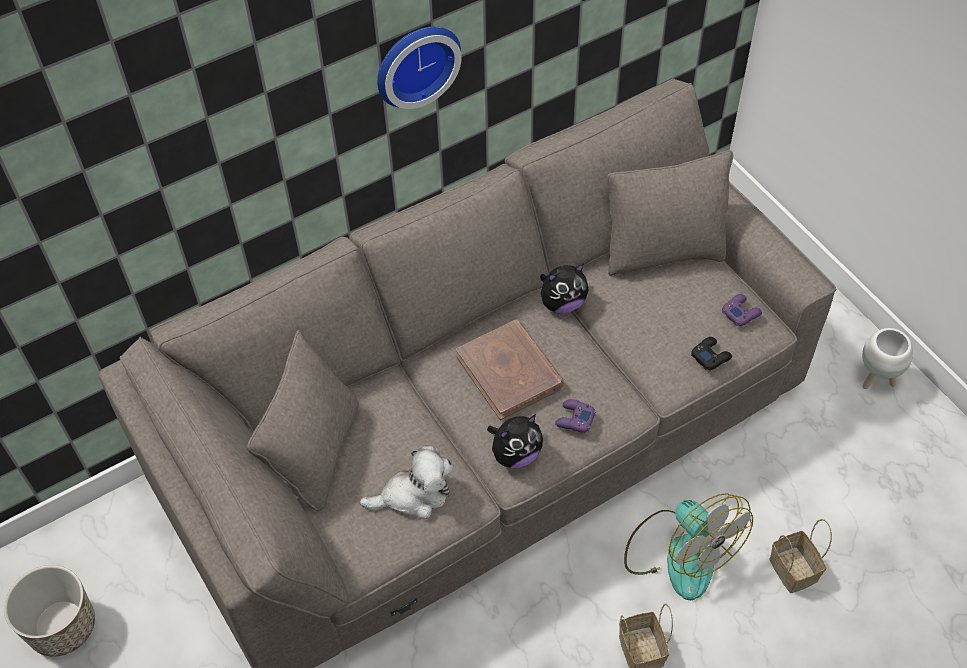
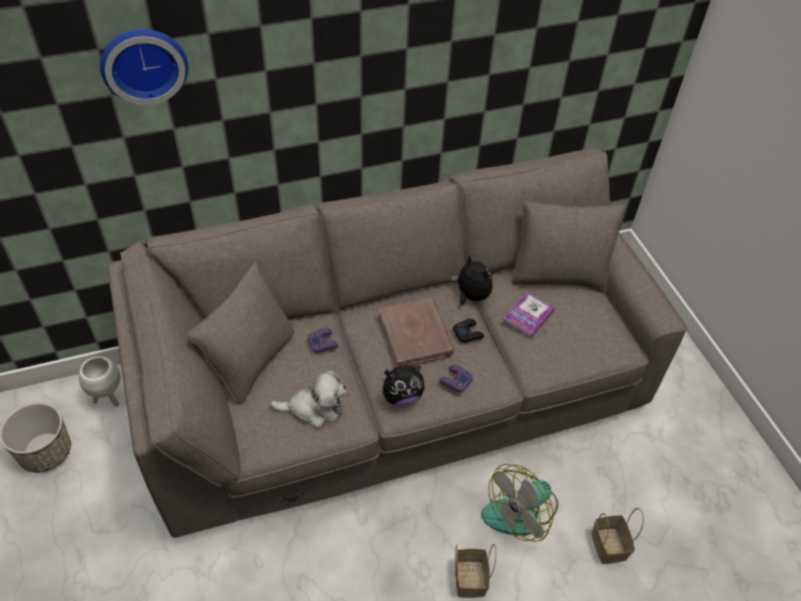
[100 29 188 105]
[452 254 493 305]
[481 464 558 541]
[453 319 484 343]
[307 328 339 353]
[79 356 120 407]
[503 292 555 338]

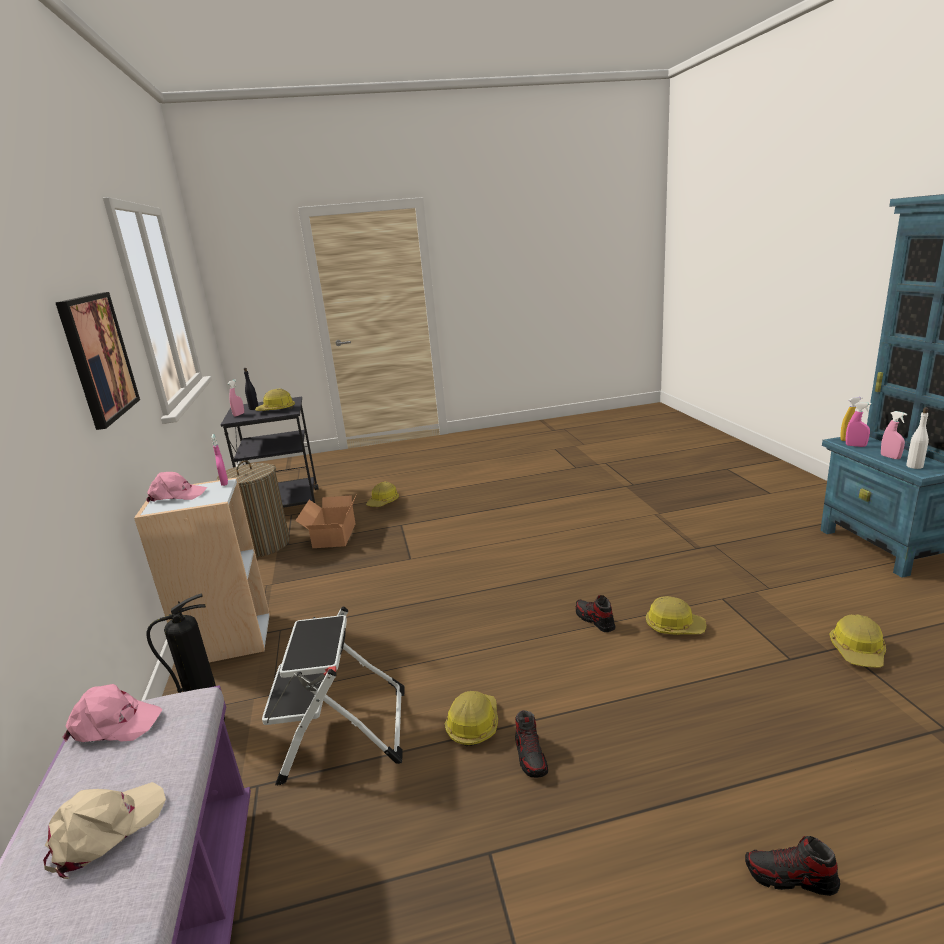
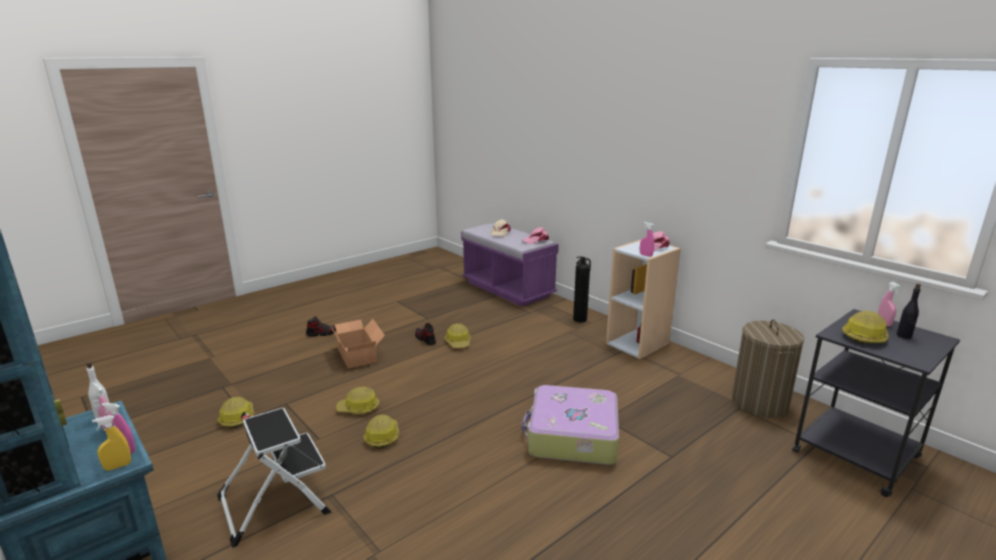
[55 292 140 430] (first image)
[217 408 331 547]
[330 319 385 369]
[363 415 399 449]
[576 595 616 632] (first image)
[521 385 619 465]

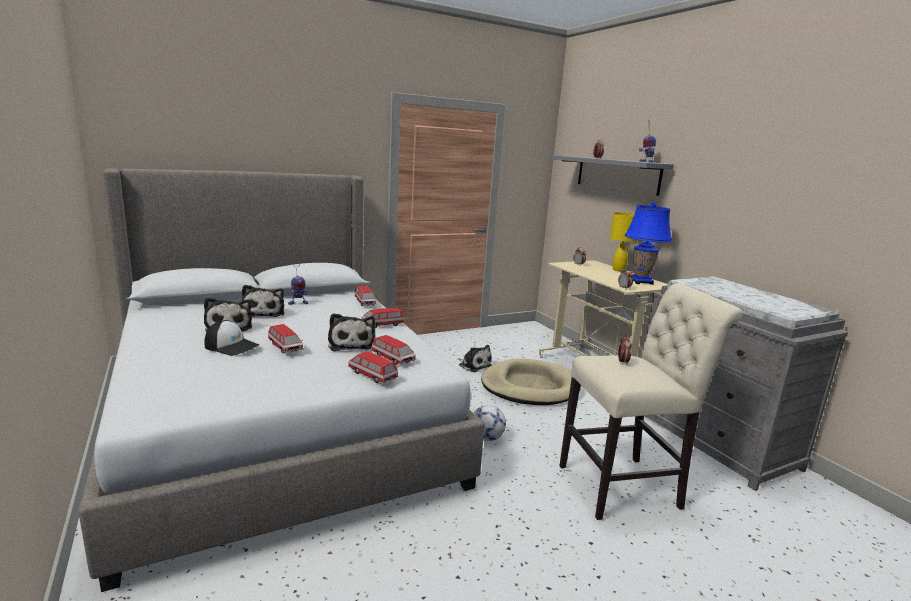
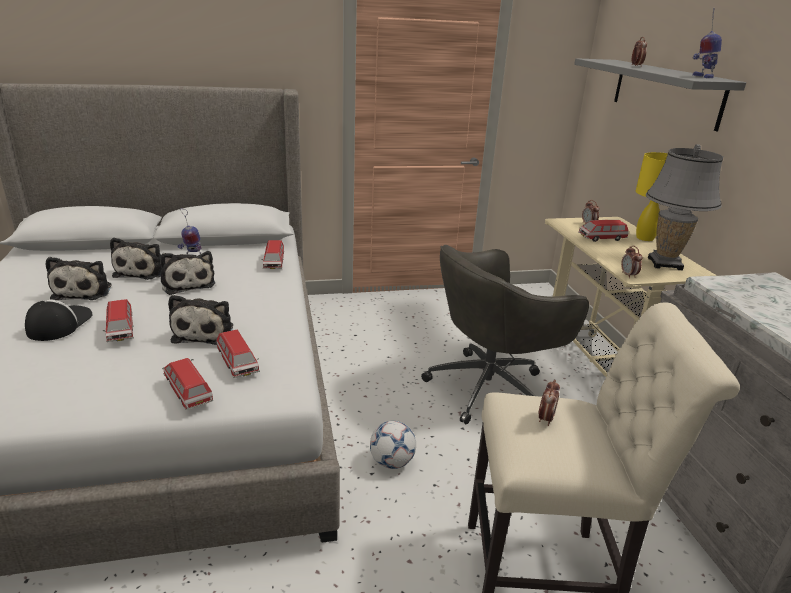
[25 299 92 341]
[578 220 629 242]
[160 251 215 295]
[421 245 589 425]
[646 144 723 271]

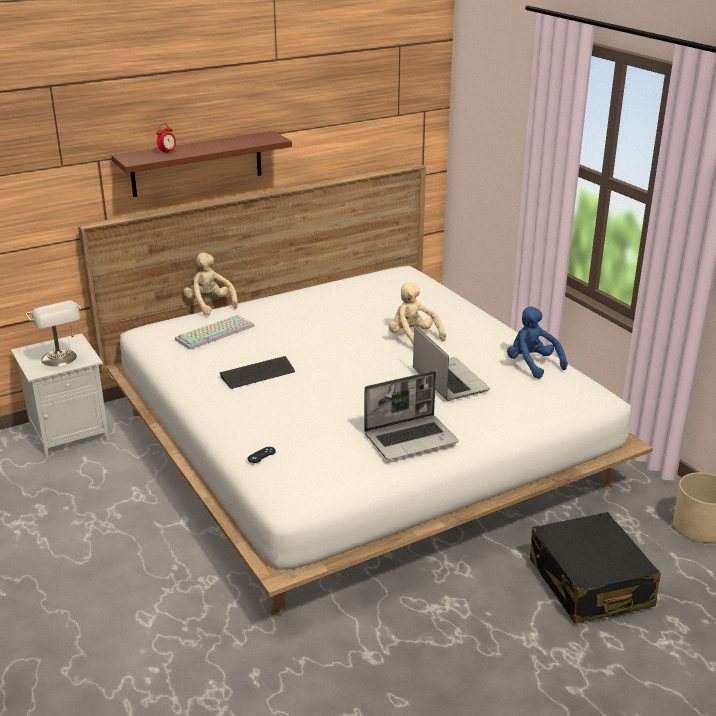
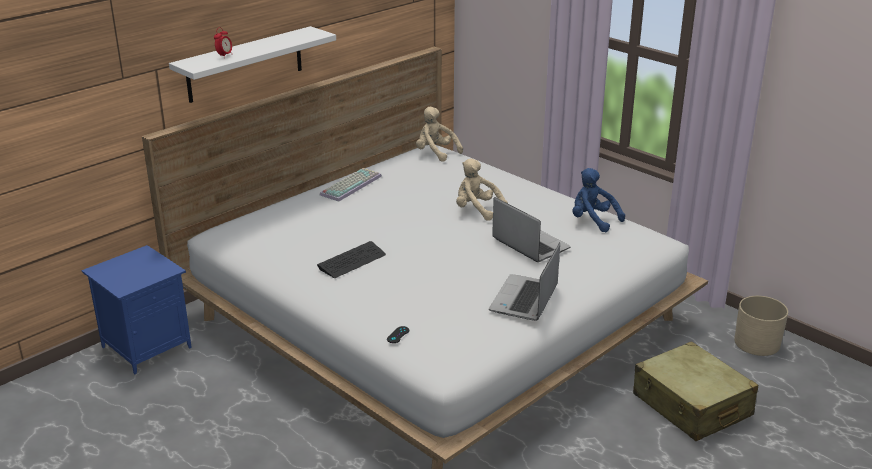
[81 245 192 374]
[25 300 82 366] (first image)
[169 26 336 103]
[320 168 382 202]
[416 107 463 162]
[489 242 560 321]
[633 341 758 441]

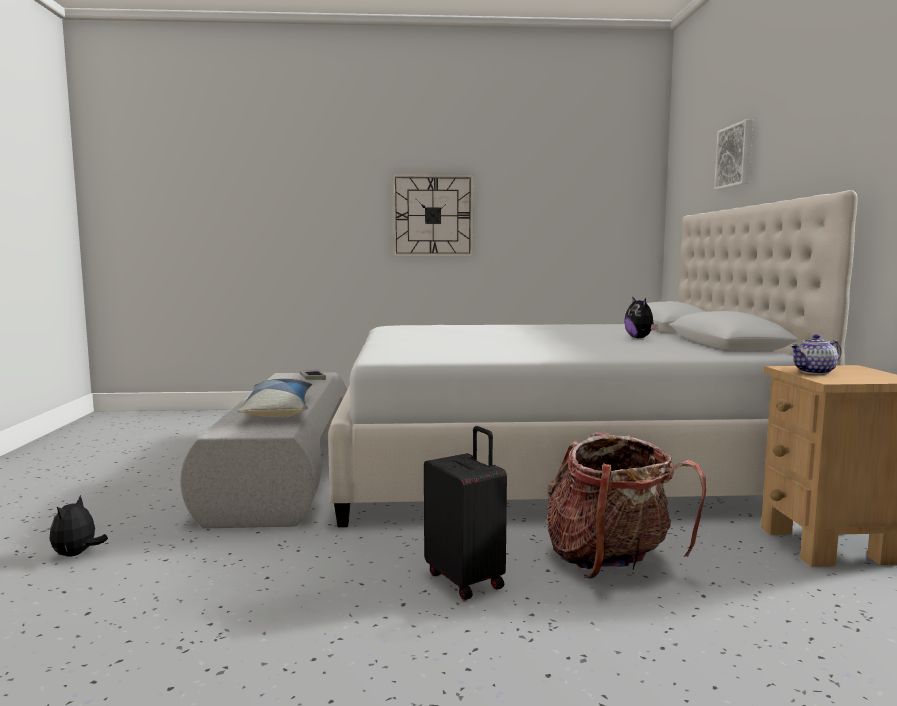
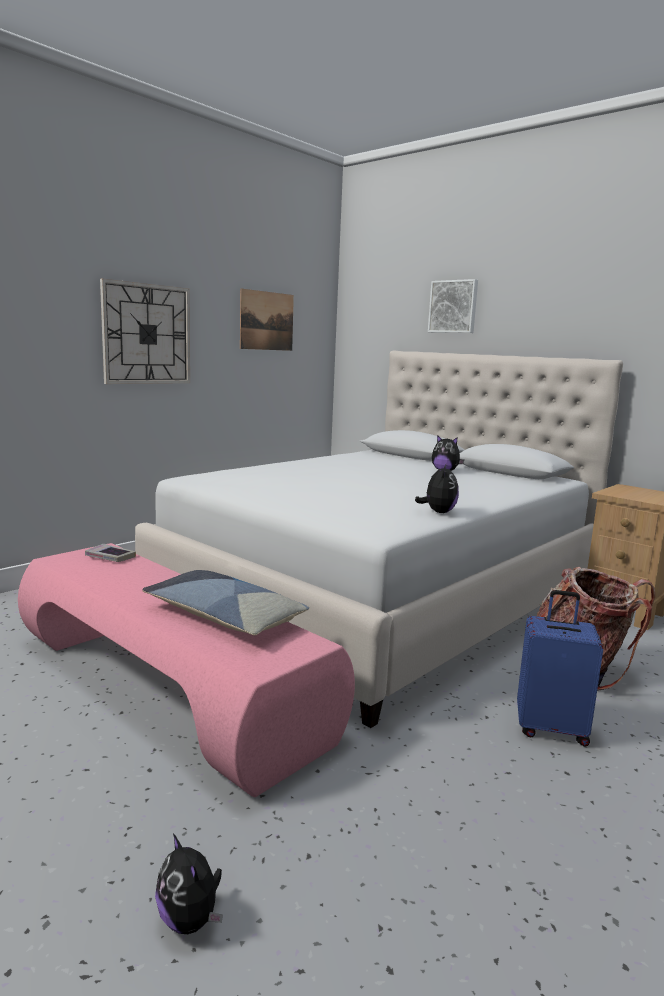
[18 543 355 797]
[517 590 604 747]
[790 334 841 374] (first image)
[240 289 294 351]
[415 463 459 513]

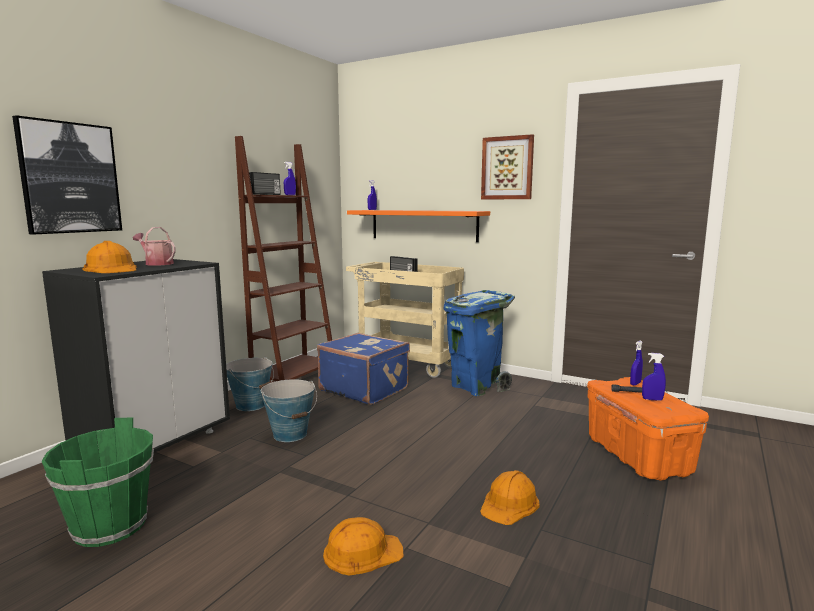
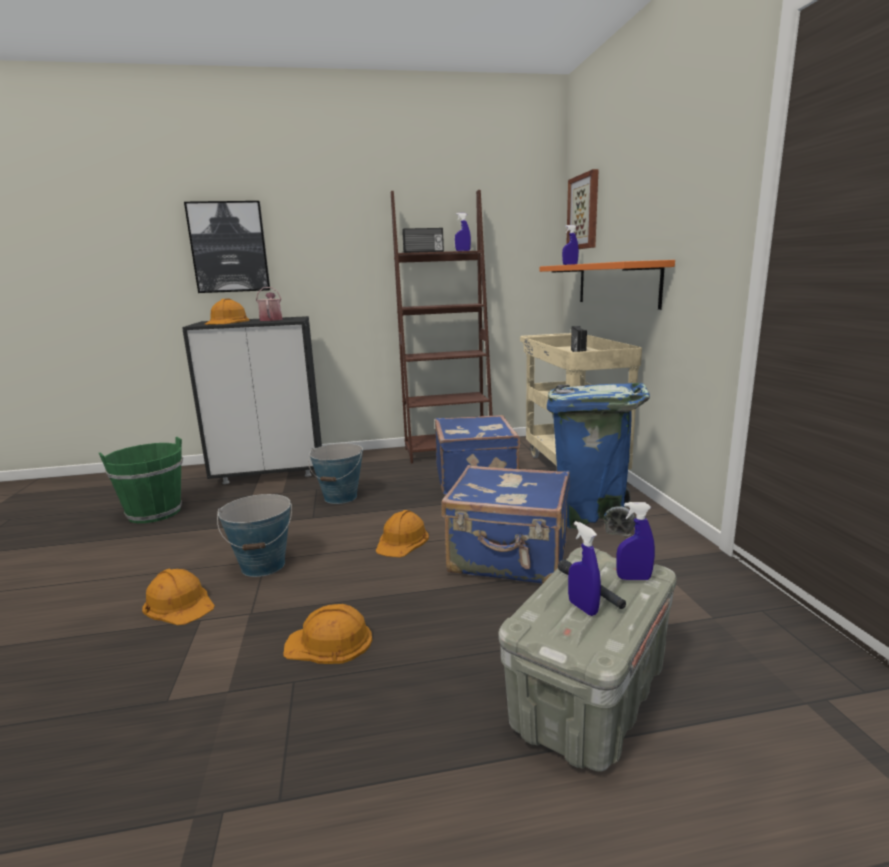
[217 494 292 577]
[566 169 599 249]
[498 547 677 772]
[376 510 429 557]
[441 465 570 584]

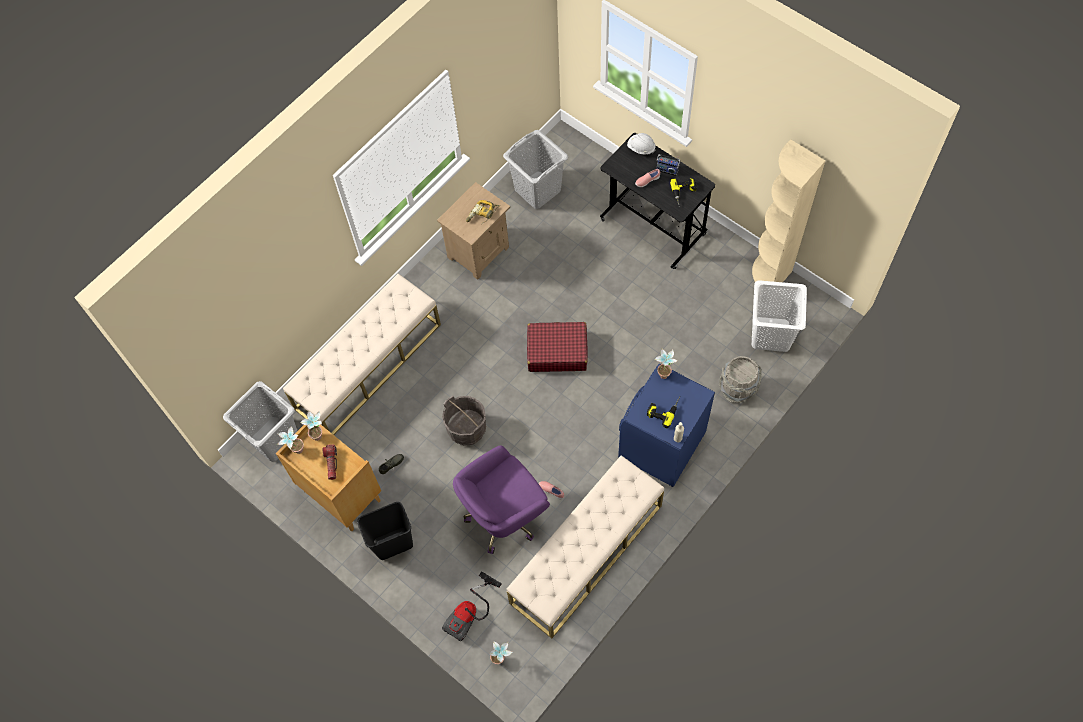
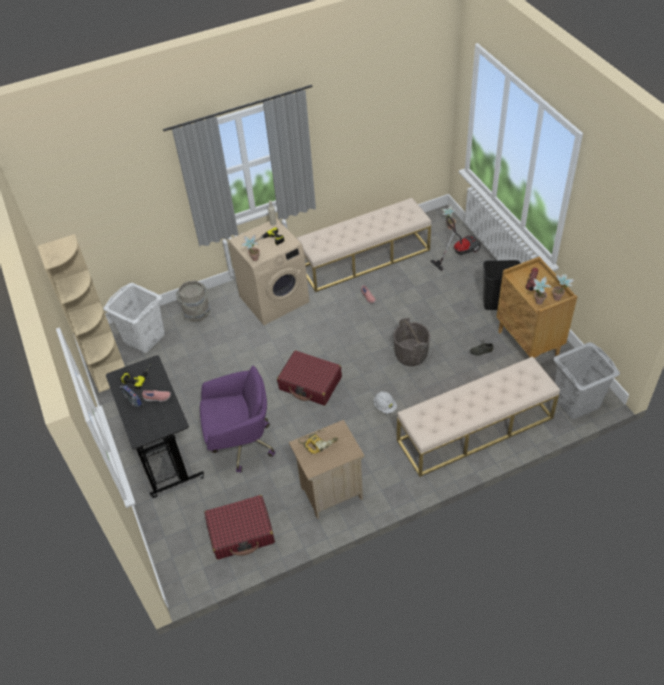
[200 366 275 472]
[204 495 275 559]
[228 218 309 325]
[373 391 397 414]

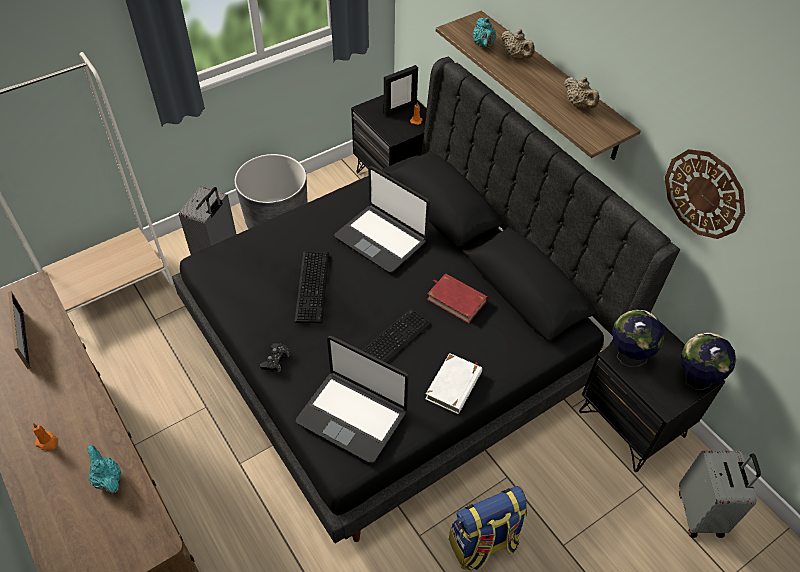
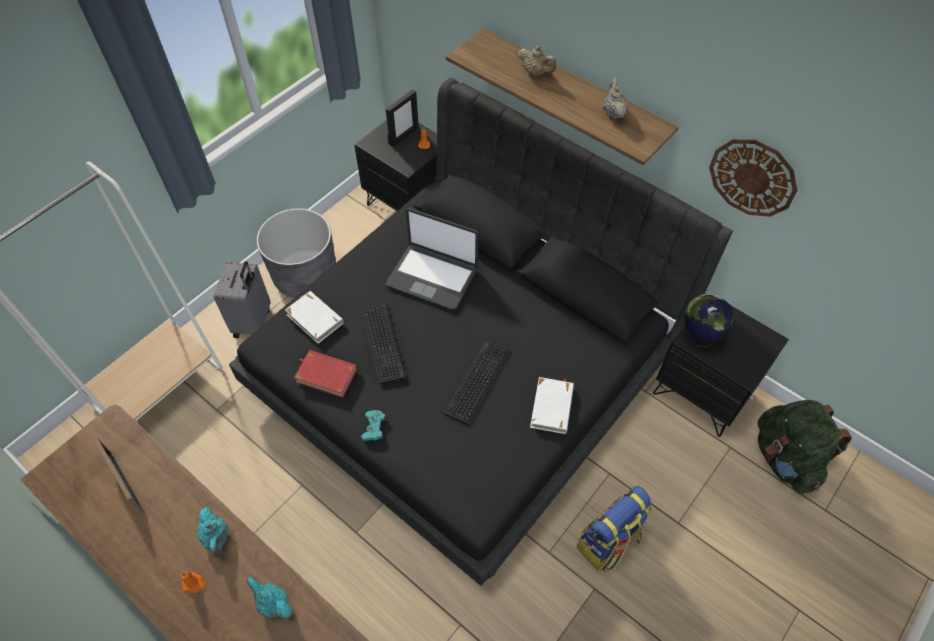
[361 410 386 441]
[296 336 409 463] (first image)
[294 350 357 398]
[197 507 229 558]
[603 78 628 119]
[758 400 852 494]
[681 333 736 390] (first image)
[285 291 344 344]

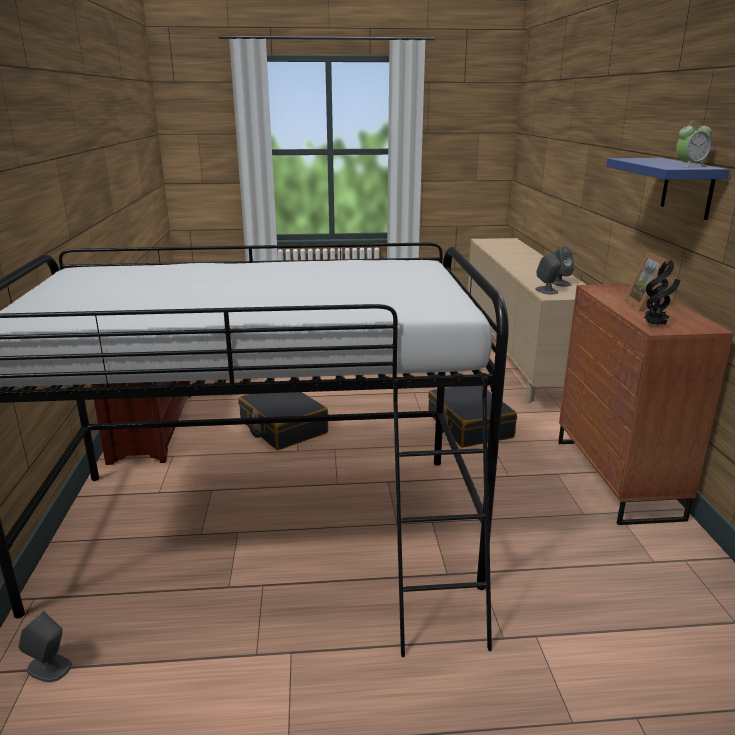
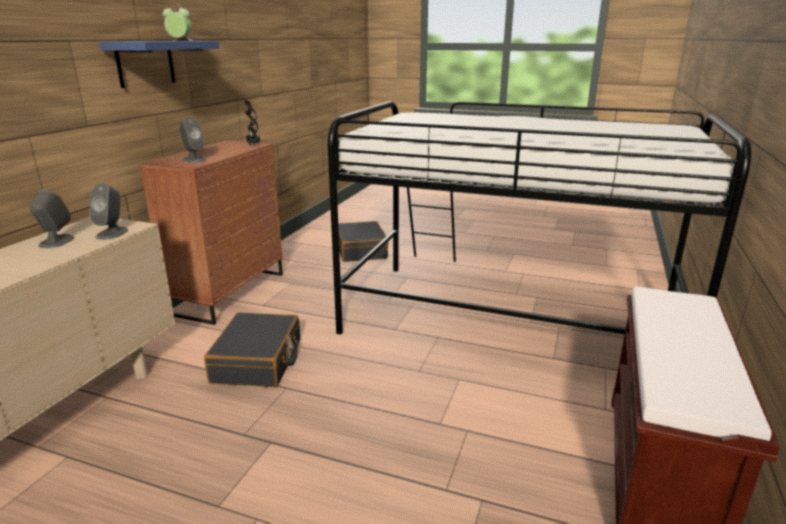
[179 117 206 163]
[338 221 389 262]
[624 252 669 311] (first image)

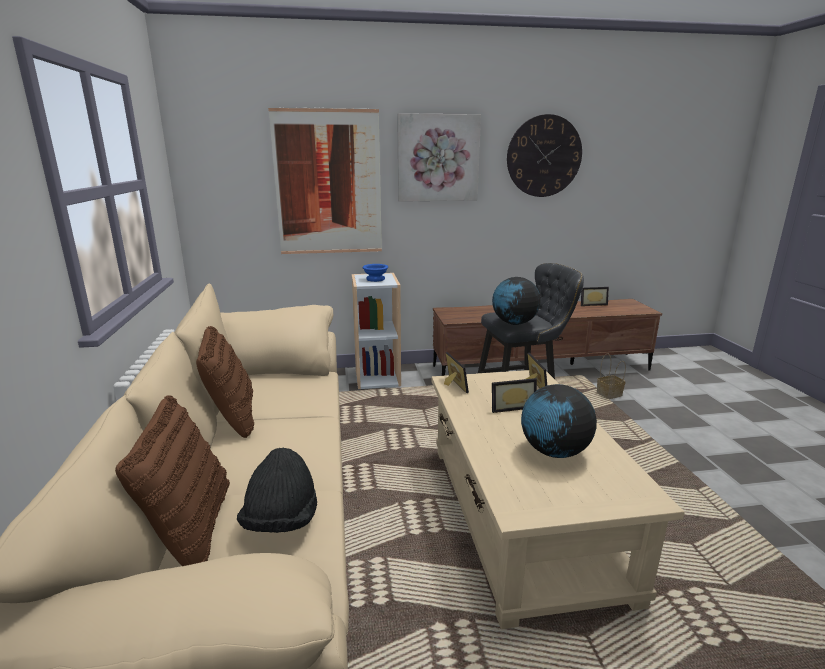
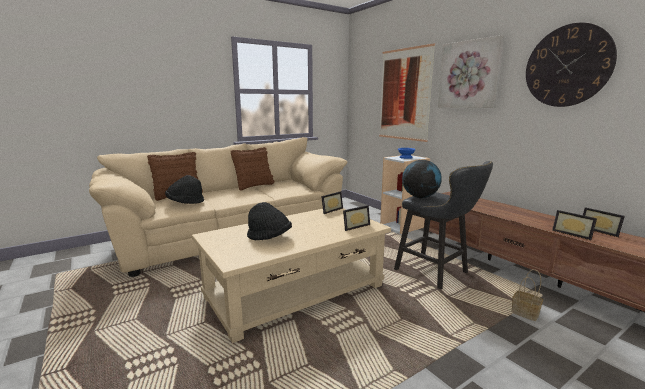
[552 210 597 240]
[247 202 292 240]

